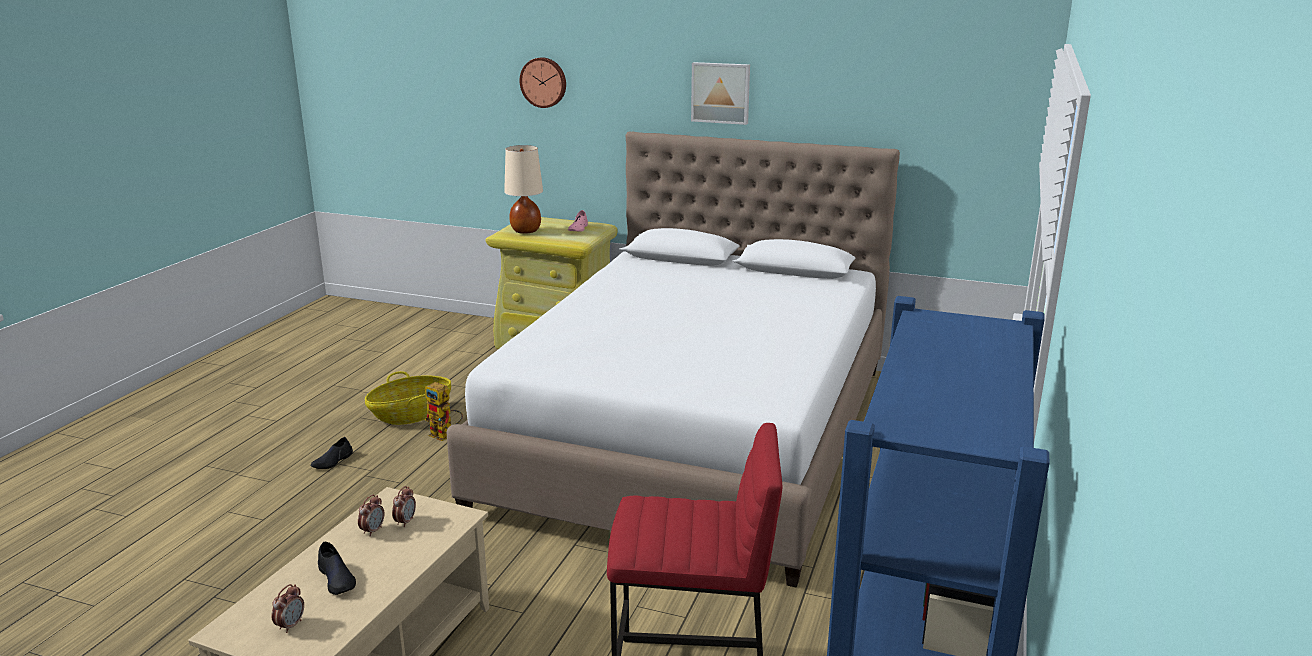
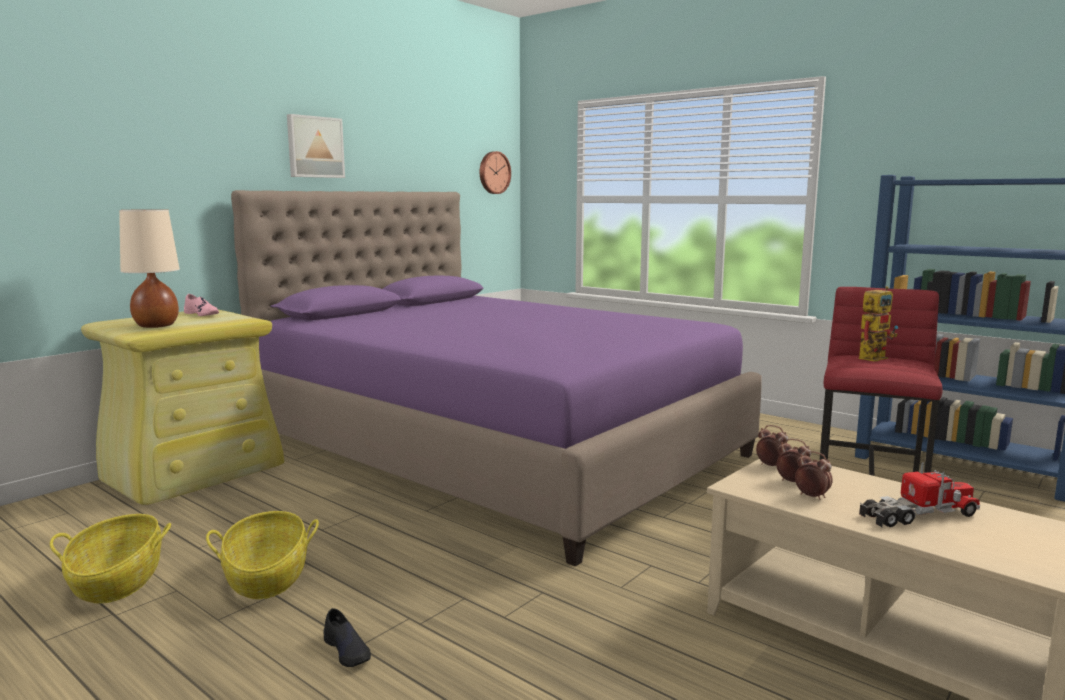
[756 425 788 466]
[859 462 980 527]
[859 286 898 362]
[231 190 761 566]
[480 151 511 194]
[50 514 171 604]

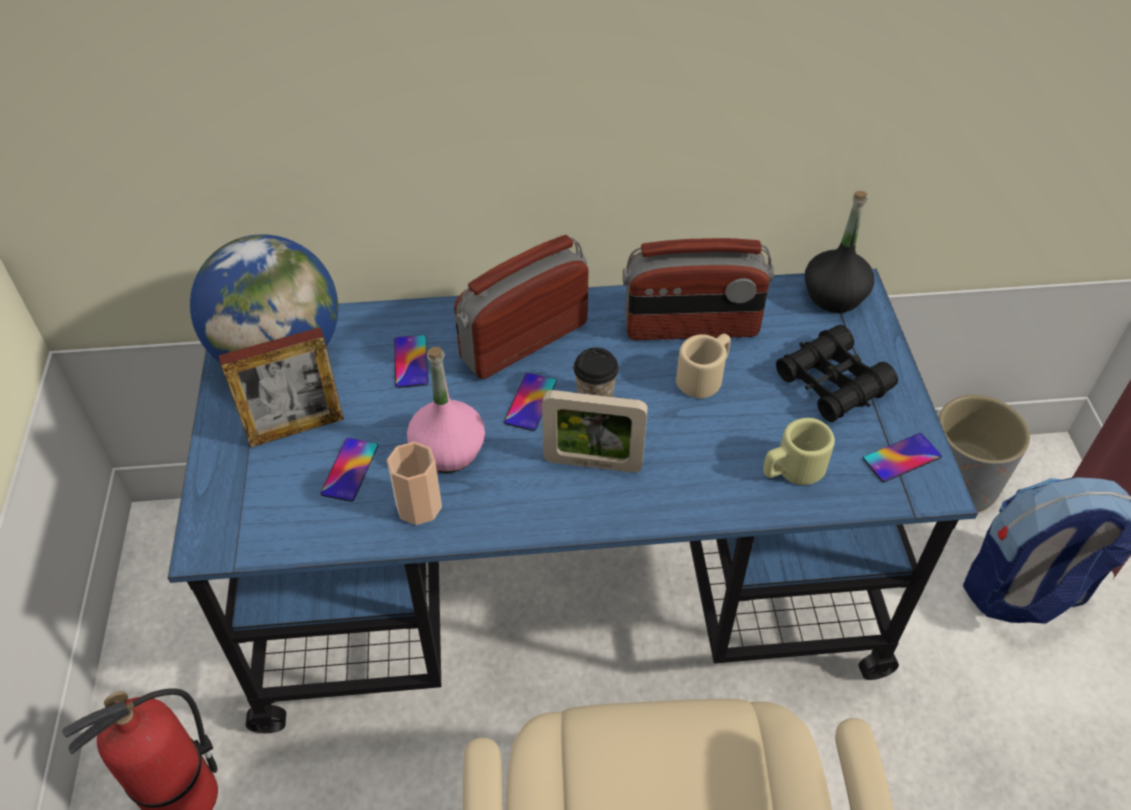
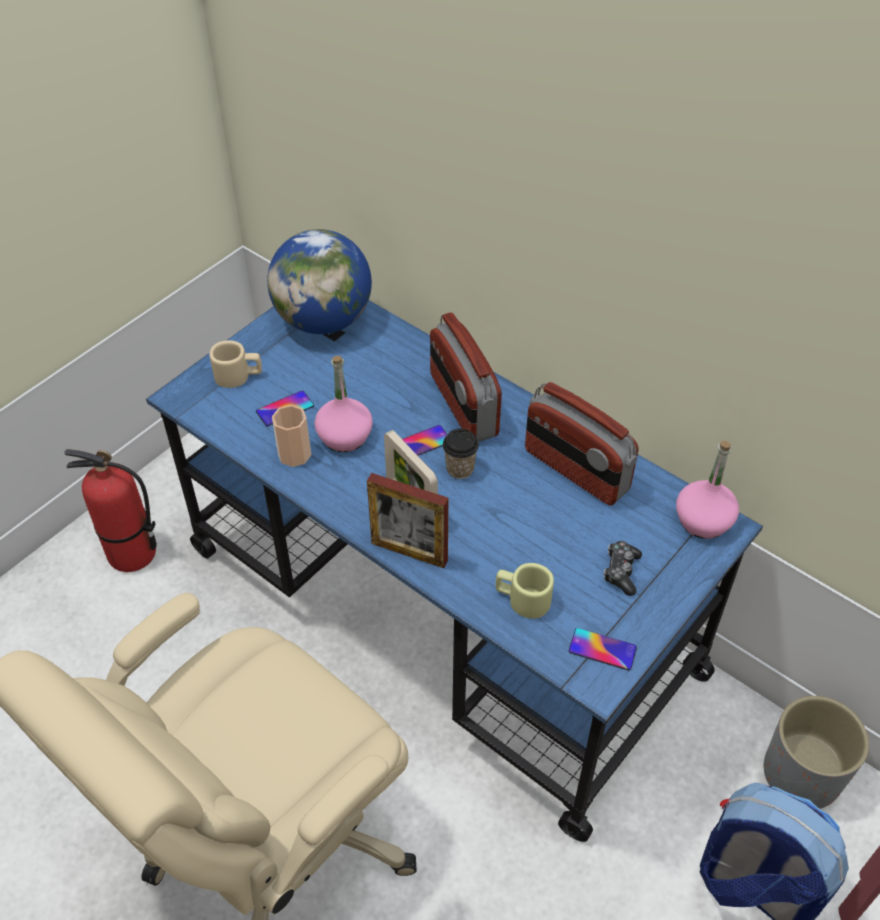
[367 473 449 568]
[394 335 428 388] (first image)
[430 312 502 442]
[210 340 262 388]
[604 541 642 596]
[676 441 739 539]

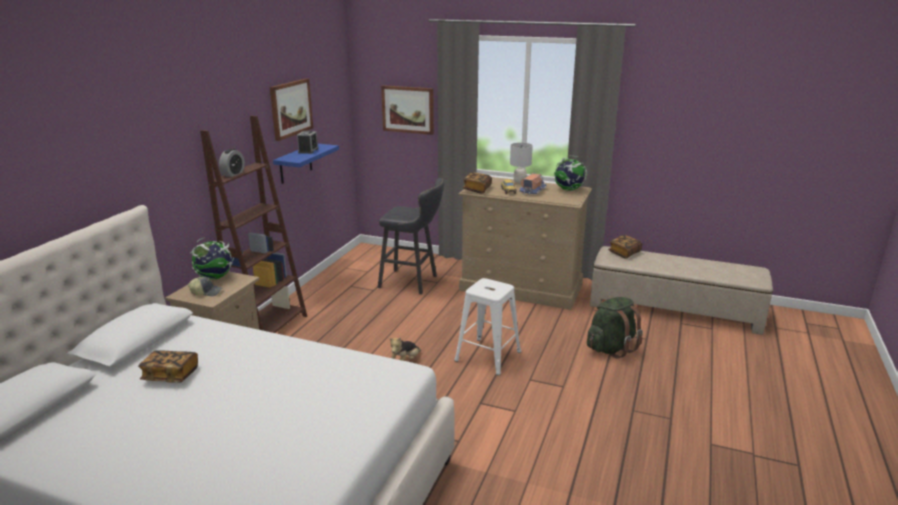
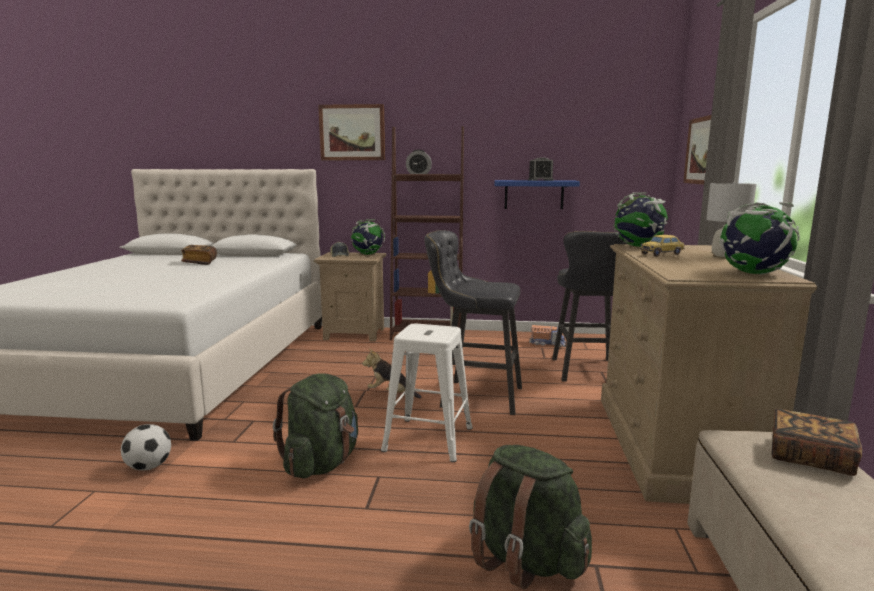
[318 104 385 160]
[613 192 668 247]
[529 325 566 347]
[121 424 171 470]
[273 373 358 478]
[424 230 522 415]

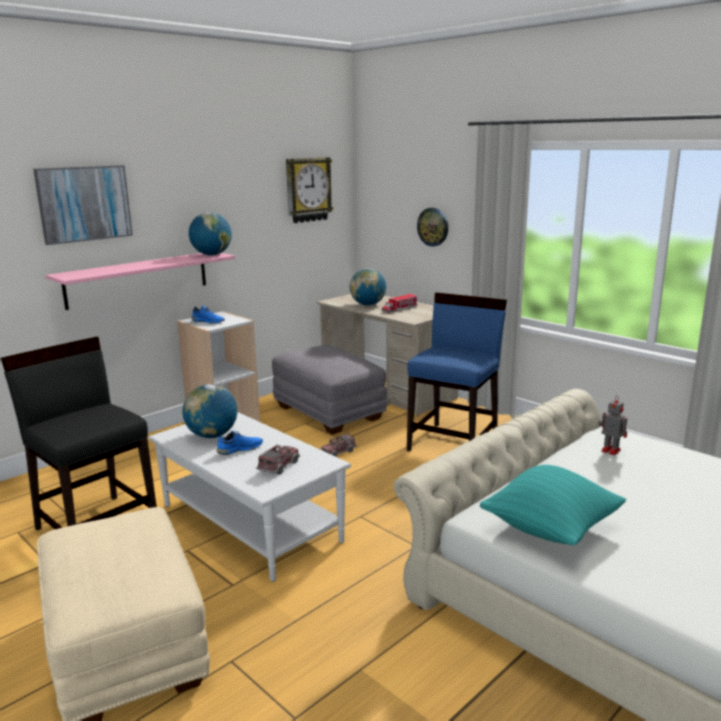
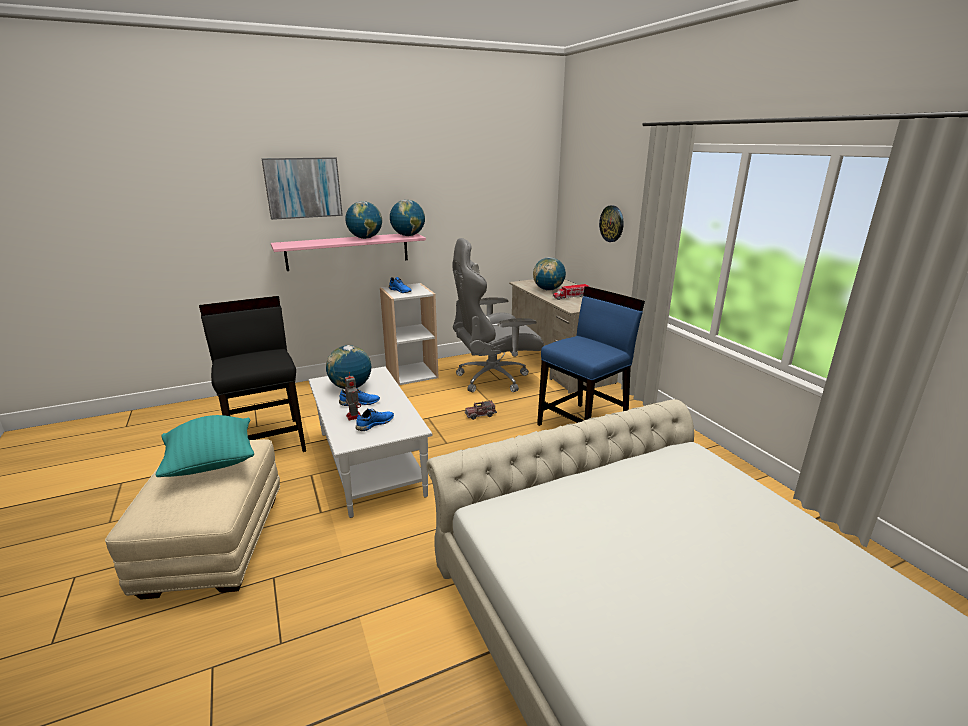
[356 408 394 431]
[452 238 544 392]
[286 157 333 223] (first image)
[156 415 254 477]
[345 372 361 421]
[345 201 382 239]

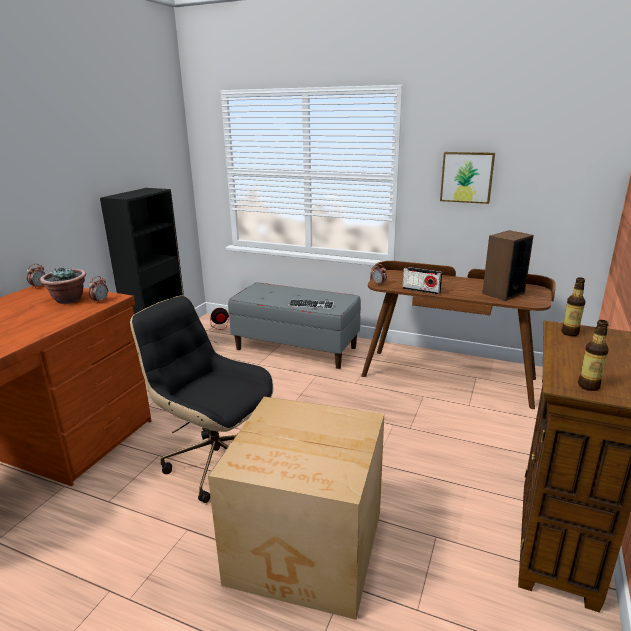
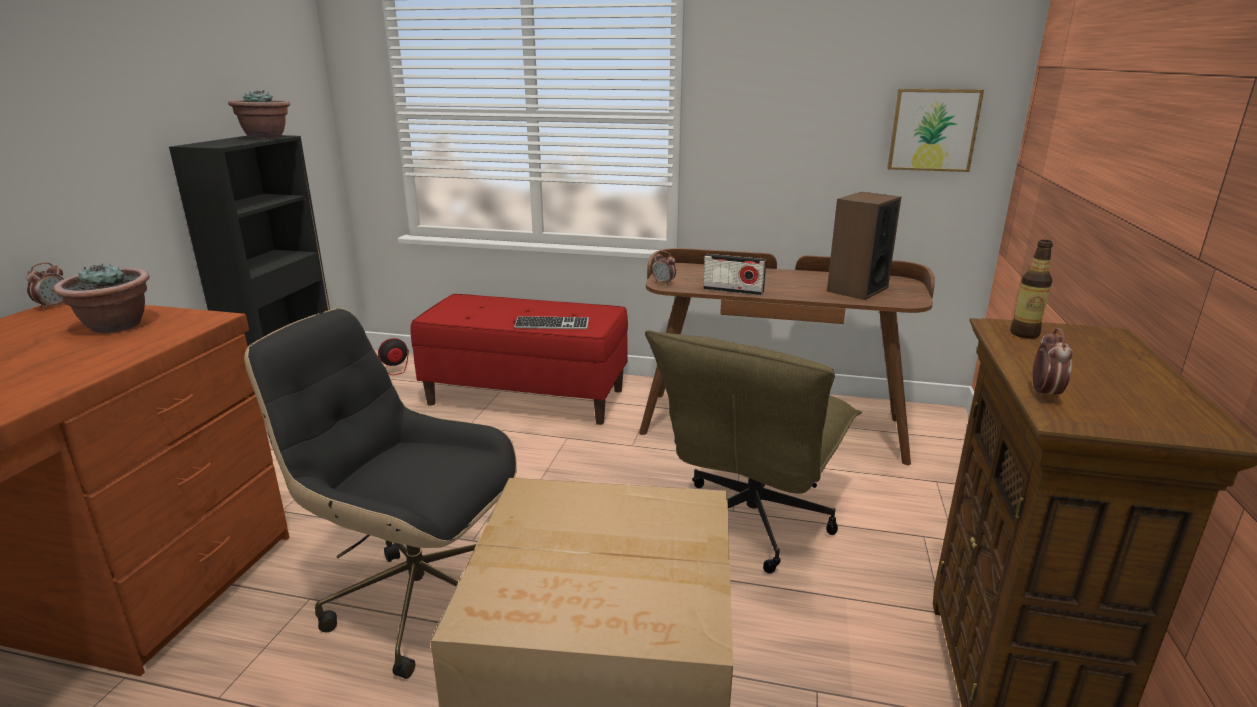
[1033 328 1073 402]
[410 294 628 425]
[887 89 984 172]
[578 320 609 391] (first image)
[228 90 290 139]
[645 330 862 574]

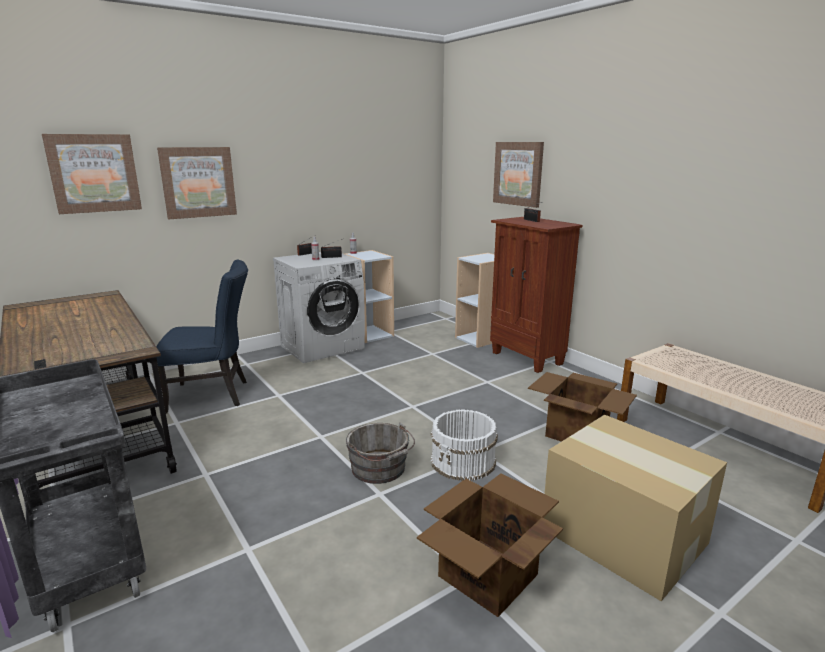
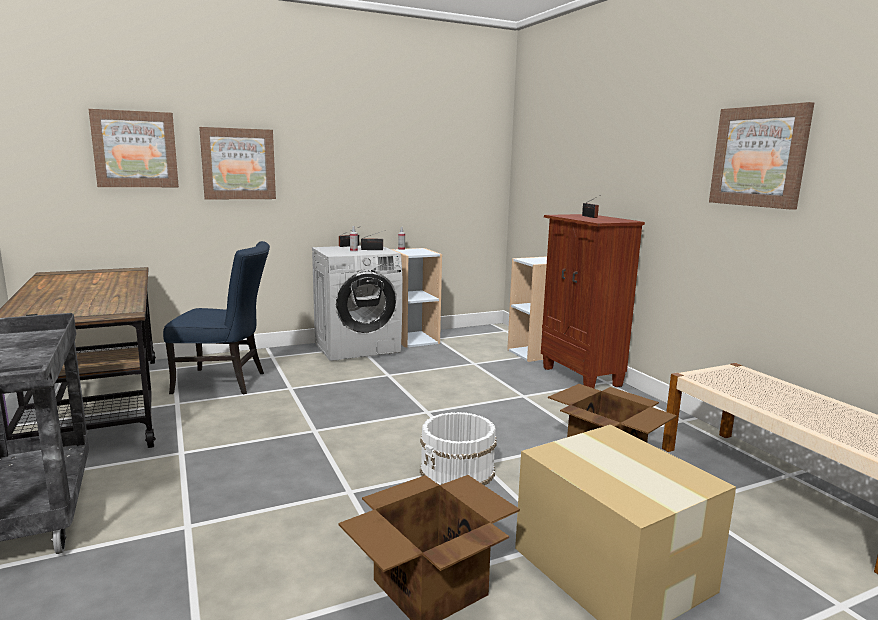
[346 423 415 484] (first image)
[709 102 814 210]

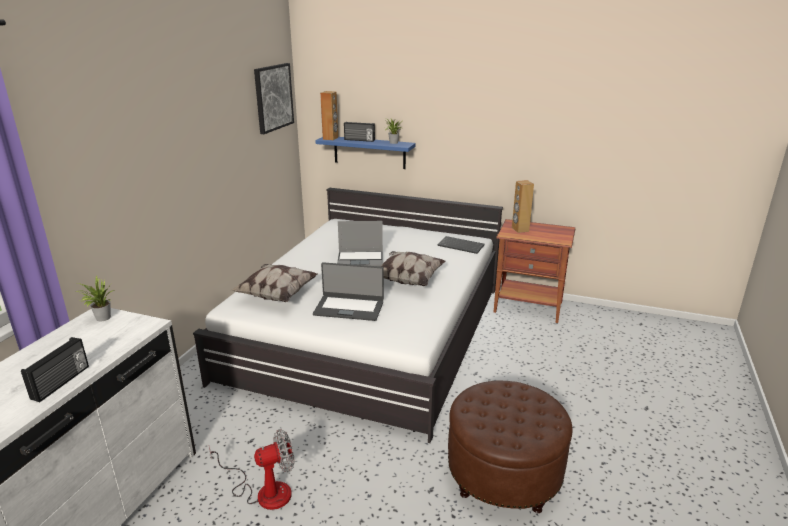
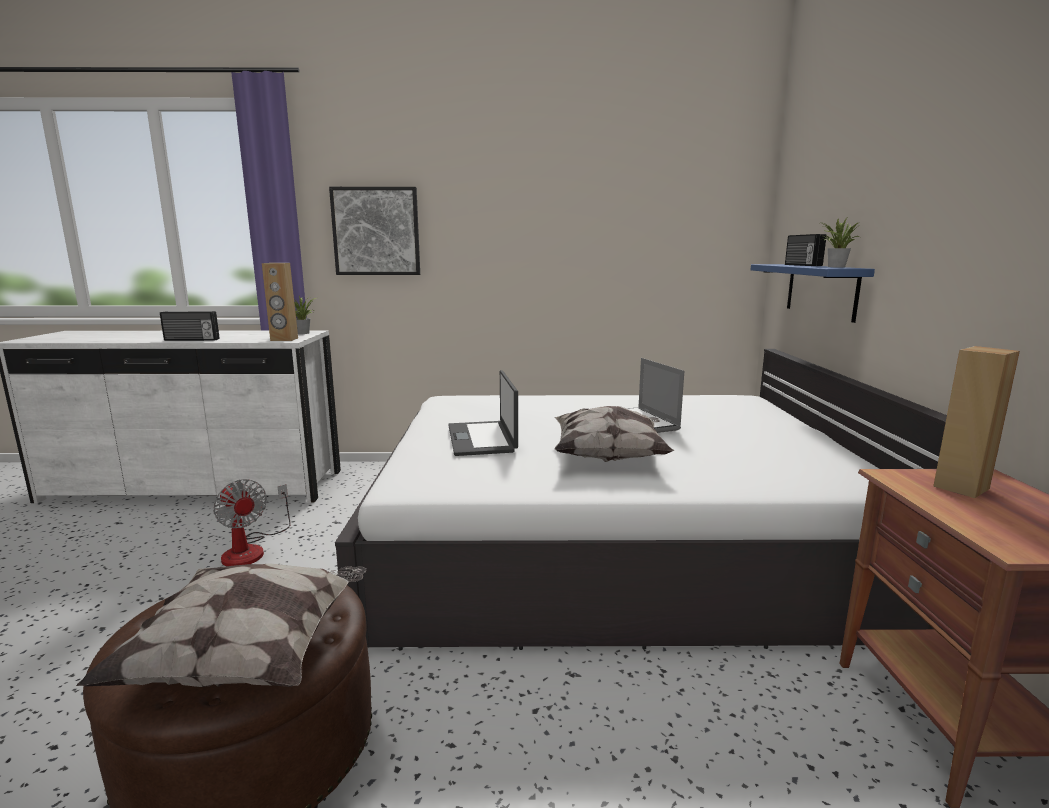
[76 563 367 687]
[329 187 420 275]
[262 263 298 341]
[438 236 485 254] (first image)

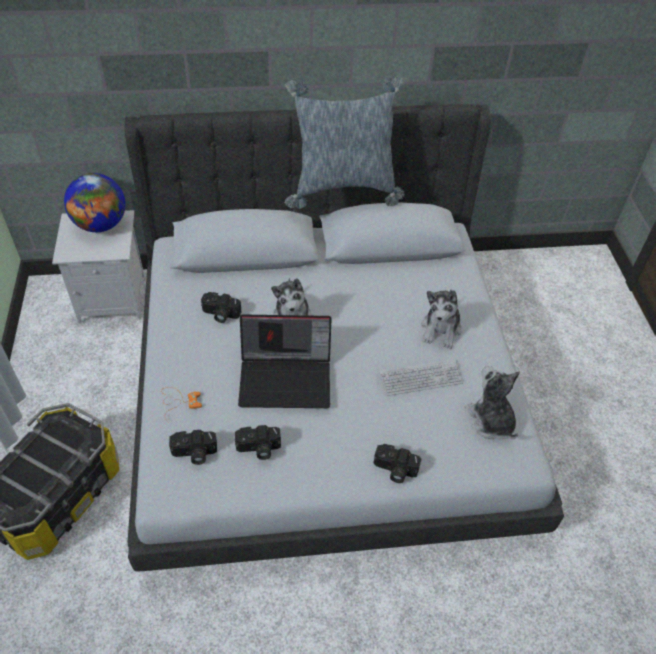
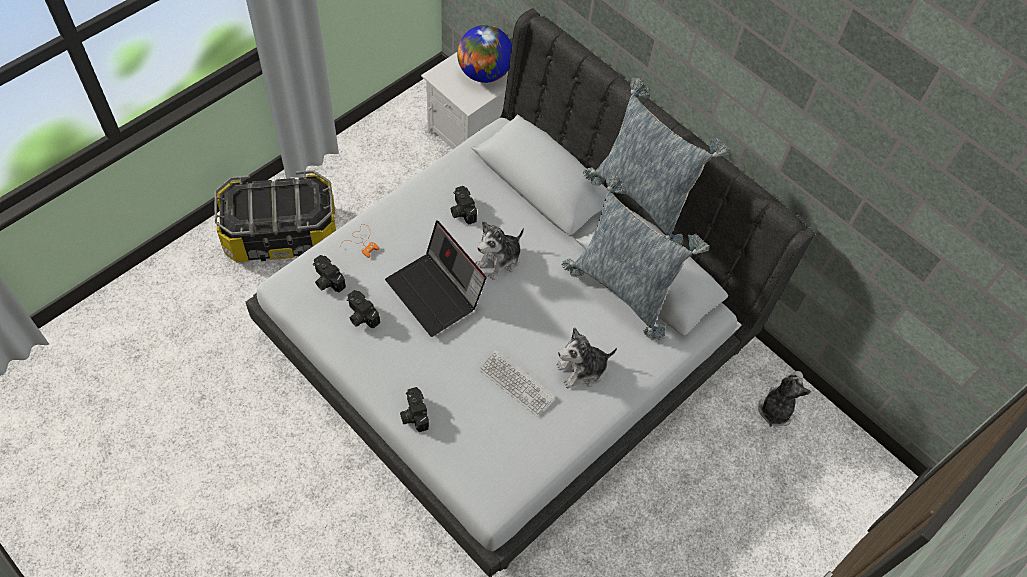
[758 371 811 427]
[561 174 710 340]

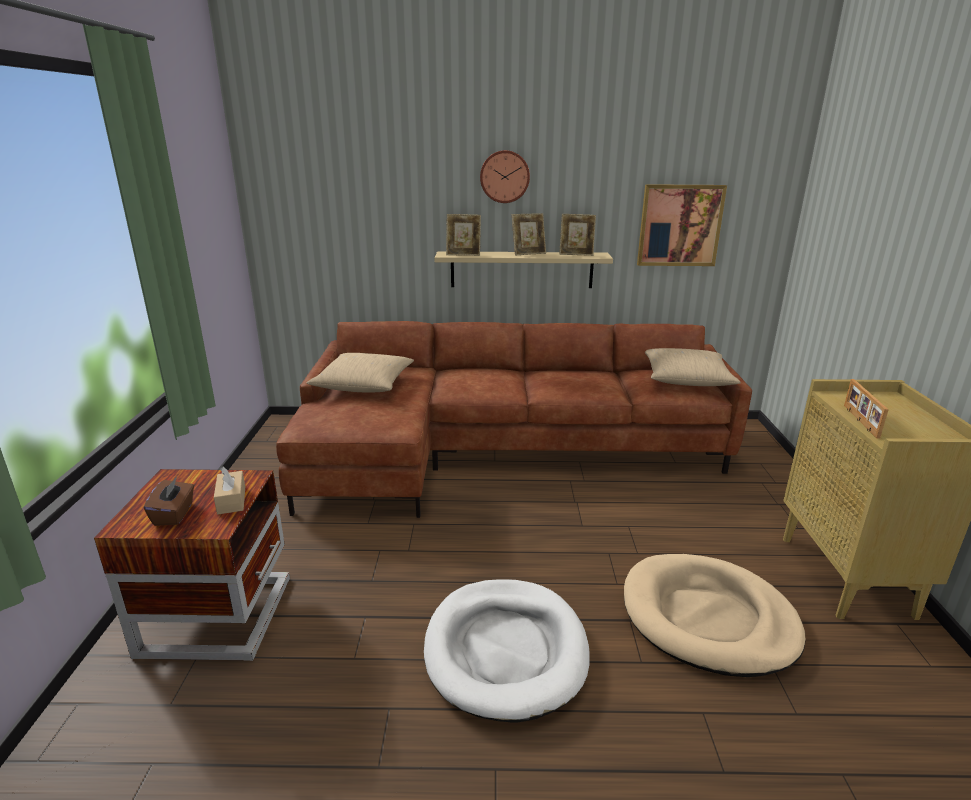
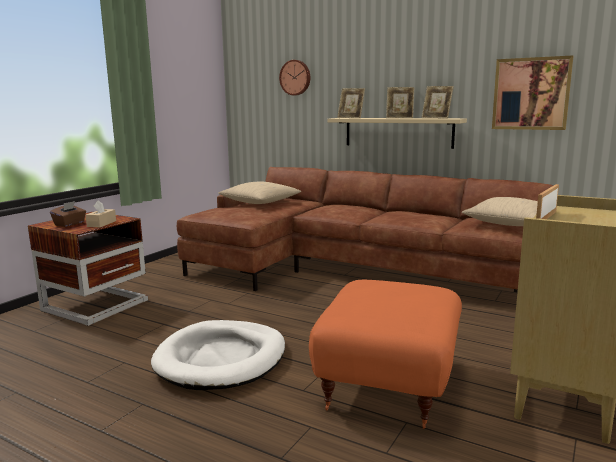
[279 60 310 95]
[309 280 462 429]

